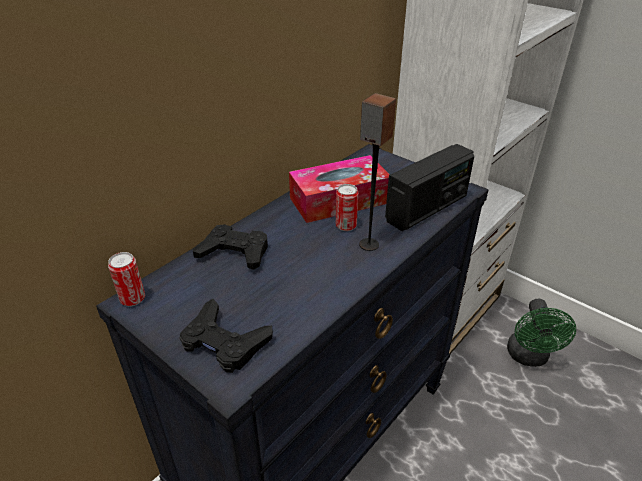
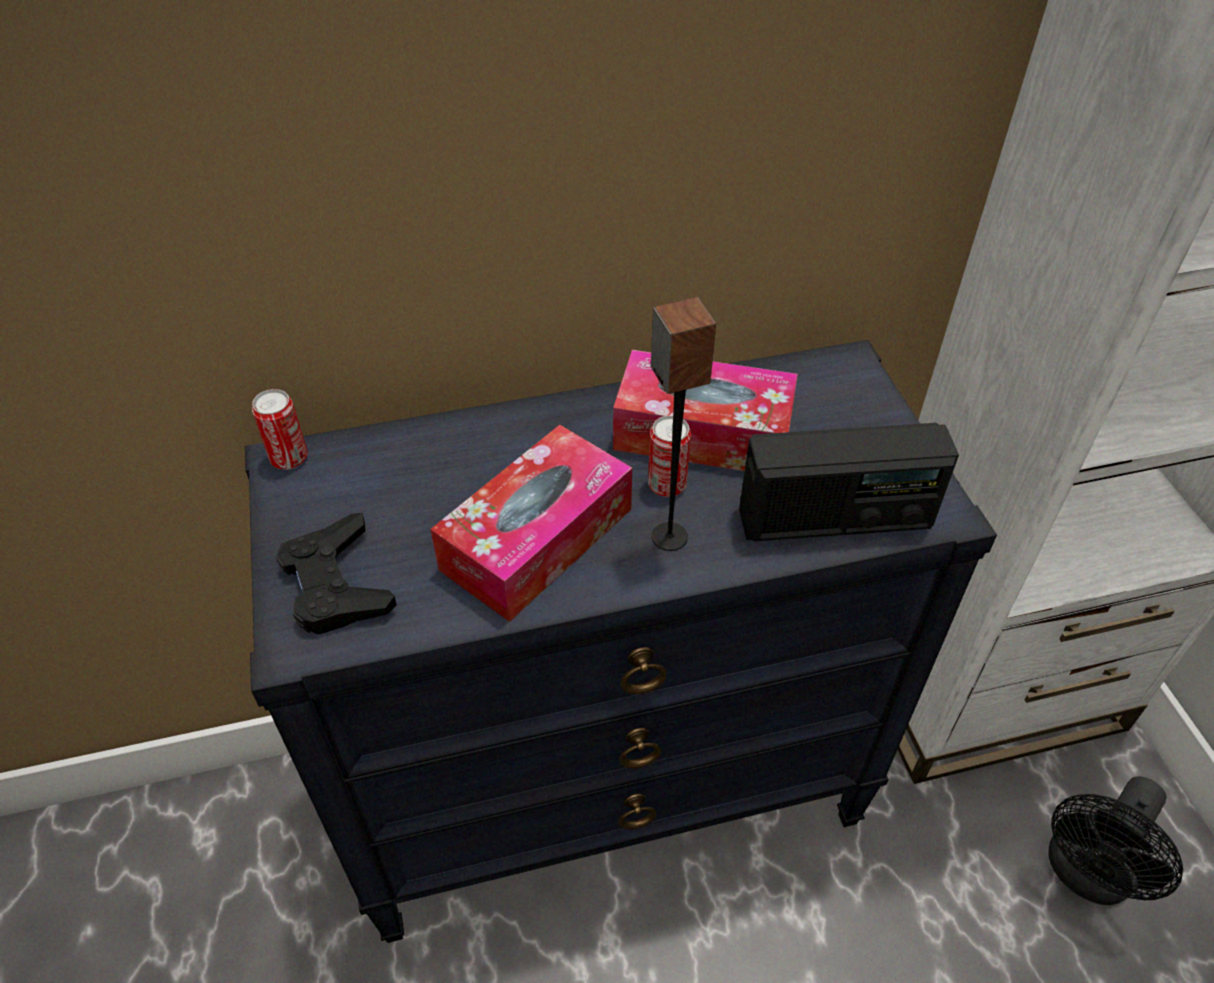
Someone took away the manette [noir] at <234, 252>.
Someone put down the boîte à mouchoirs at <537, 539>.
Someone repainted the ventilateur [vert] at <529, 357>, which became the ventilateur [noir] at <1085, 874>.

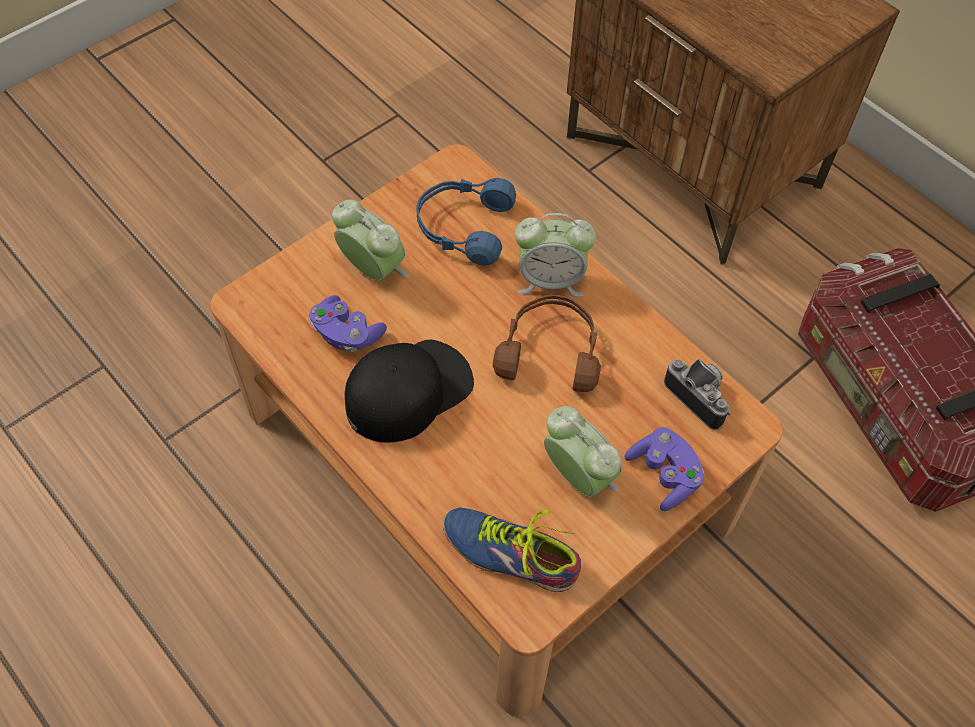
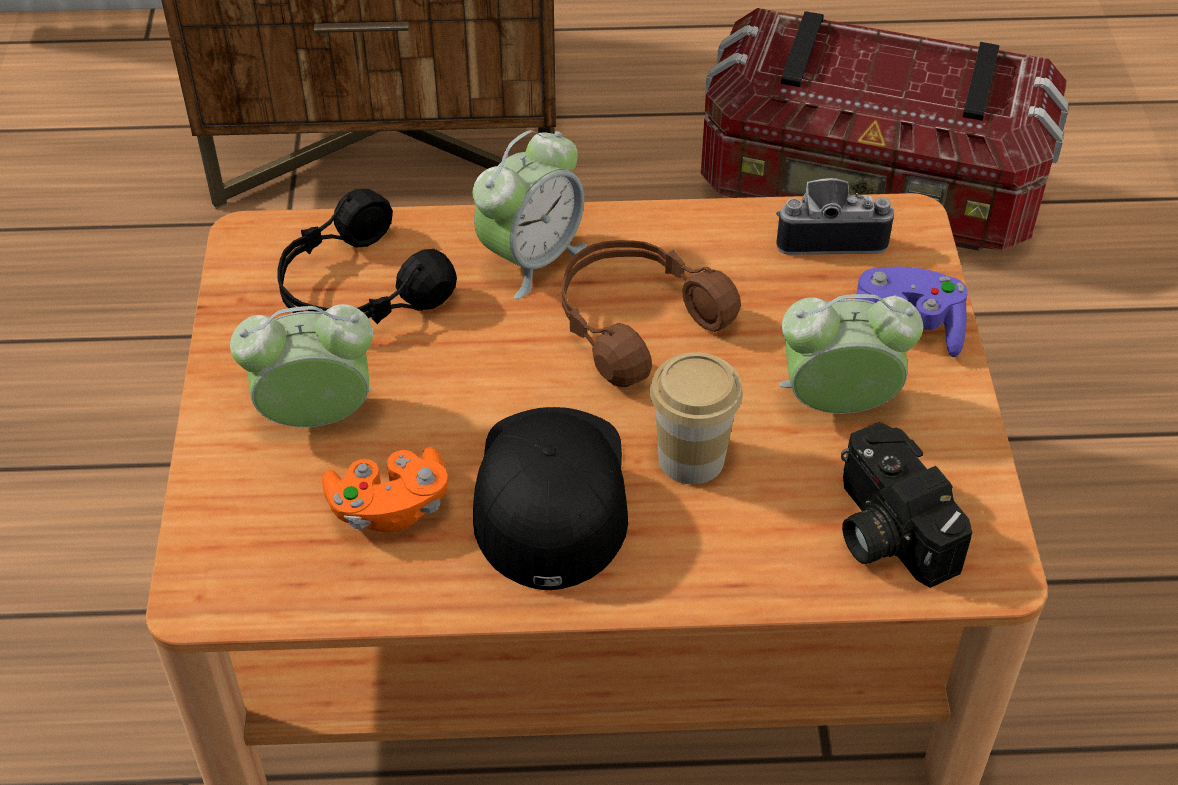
Someone put down the tasse at <691, 458>.
Someone swapped the chaussure at <511, 548> for the appareil photo at <883, 530>.
Someone repainted the manette [violet] at <347, 334>, which became the manette [orange] at <389, 507>.
Someone repainted the casque audio [bleu] at <463, 227>, which became the casque audio [noir] at <357, 289>.

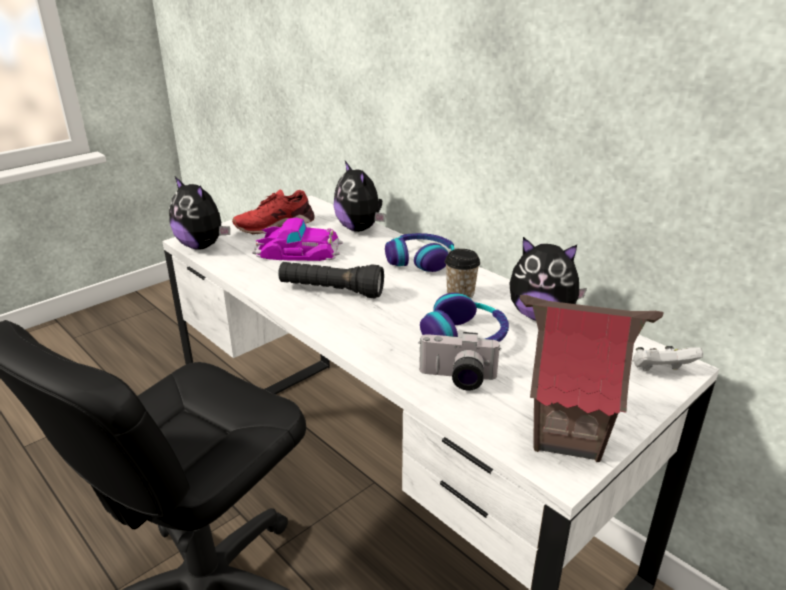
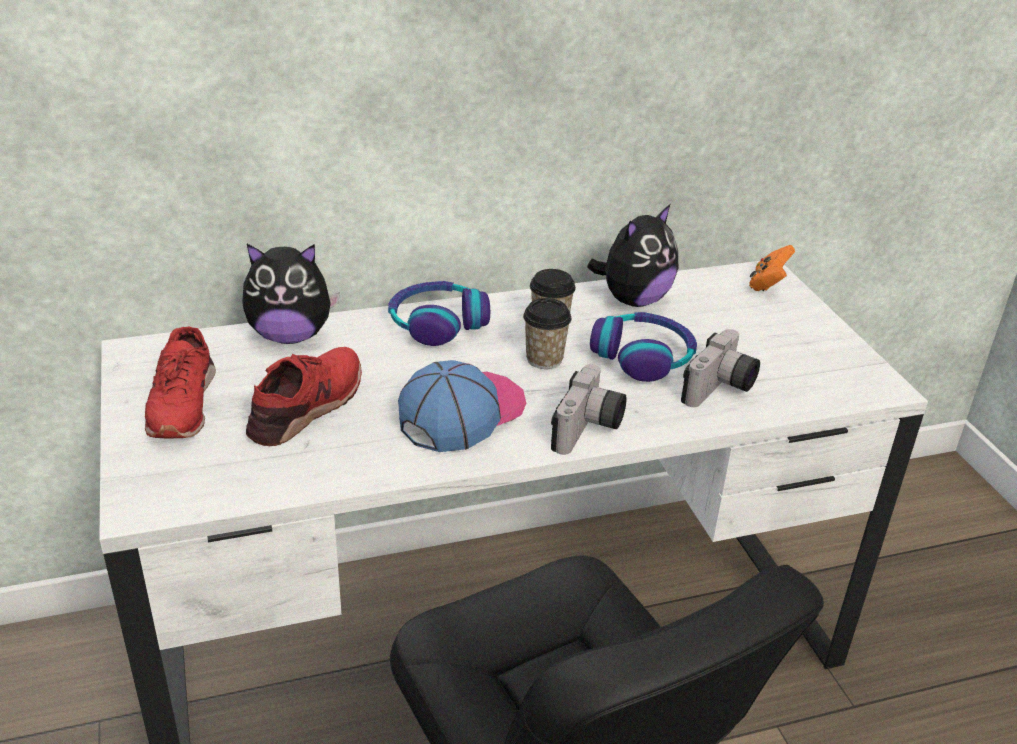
Someone took away the peluche at <202, 246>.
Someone took away the maison miniature at <567, 434>.
Someone put down the tasse at <544, 359>.
Someone put down the appareil photo at <589, 430>.
Someone swapped the petite voiture at <298, 251> for the chaussure [rouge] at <308, 406>.
Someone swapped the lampe de poche [noir] at <331, 291> for the casquette at <461, 413>.
Someone repainted the manette [blanc] at <660, 371>, which became the manette [orange] at <768, 284>.

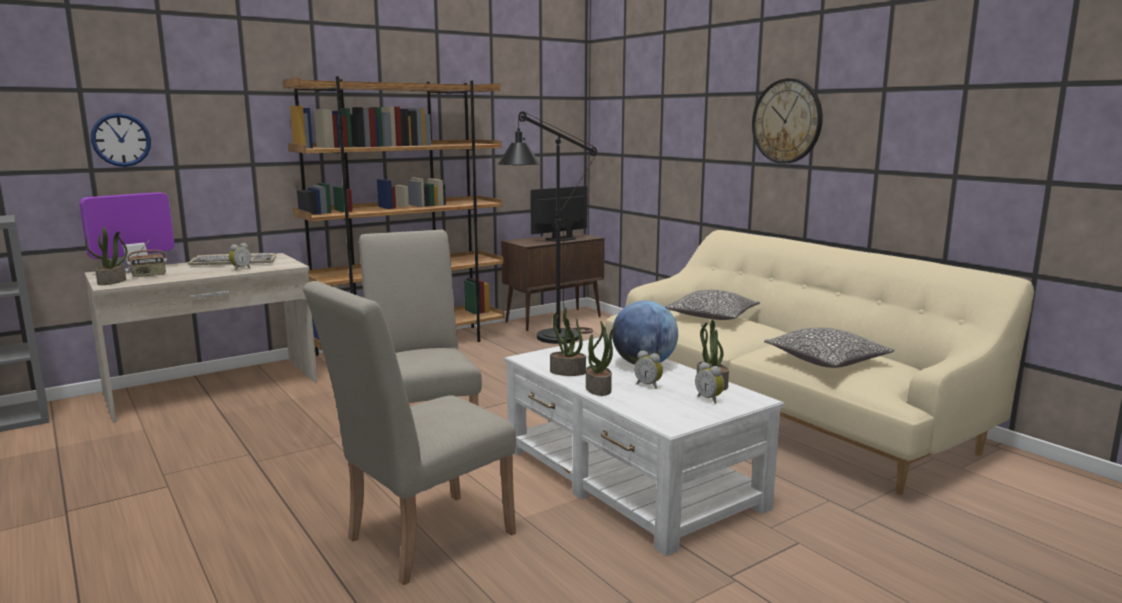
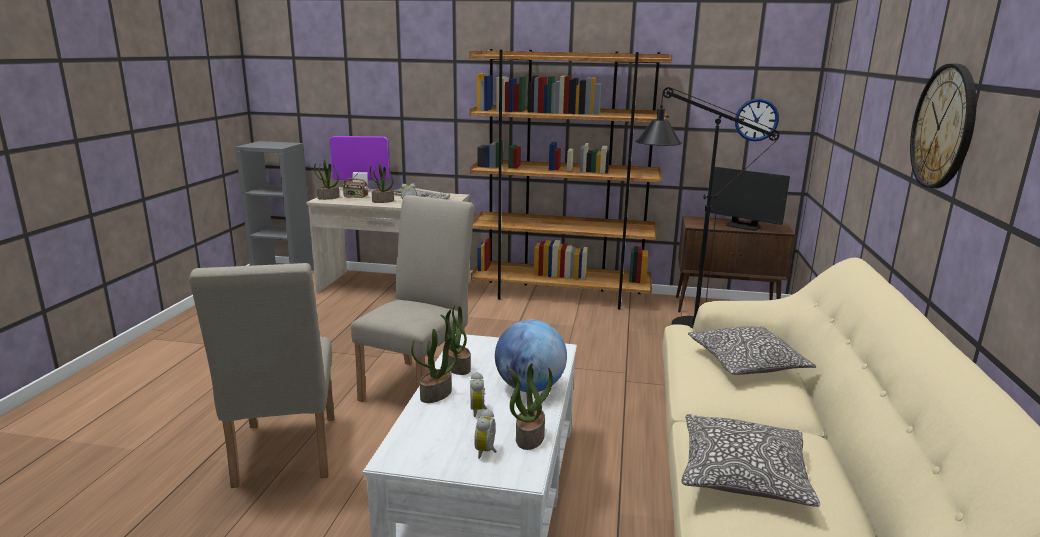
Someone put down the plante en pot at <382, 201>.
Someone carried the horloge murale from <121, 140> to <756, 119>.
Someone rotated the chaise [beige] at <420, 540> by 105 degrees counterclockwise.
Someone rotated the écran d'ordinateur at <561, 239> by 150 degrees counterclockwise.

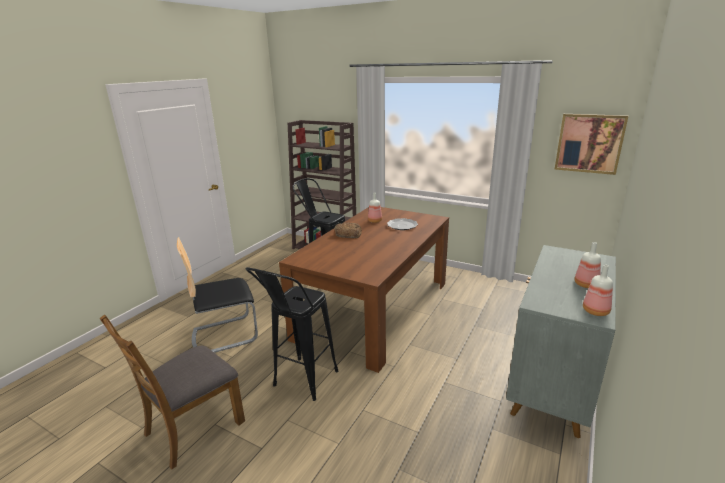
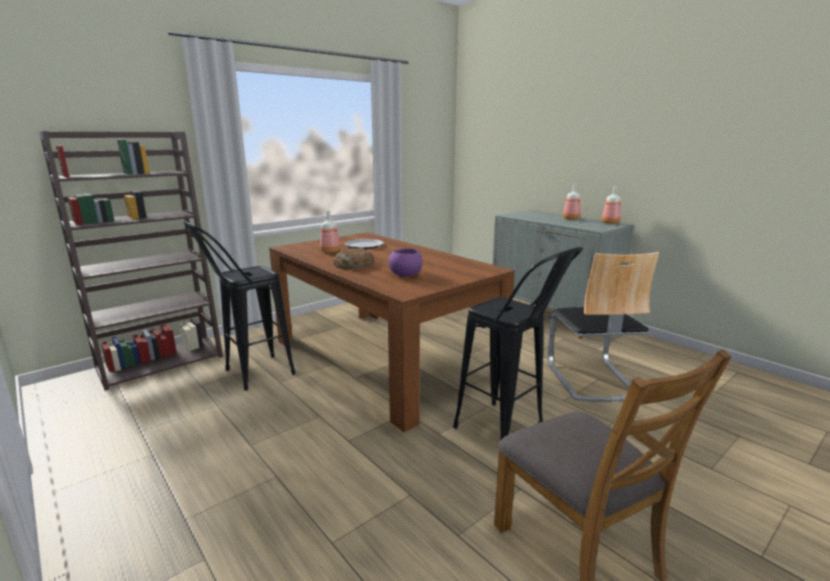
Someone took away the tableau at <589, 143>.
Someone put down the bol [violet] at <406, 275>.
Someone carried the chaise from <224, 334> to <591, 379>.

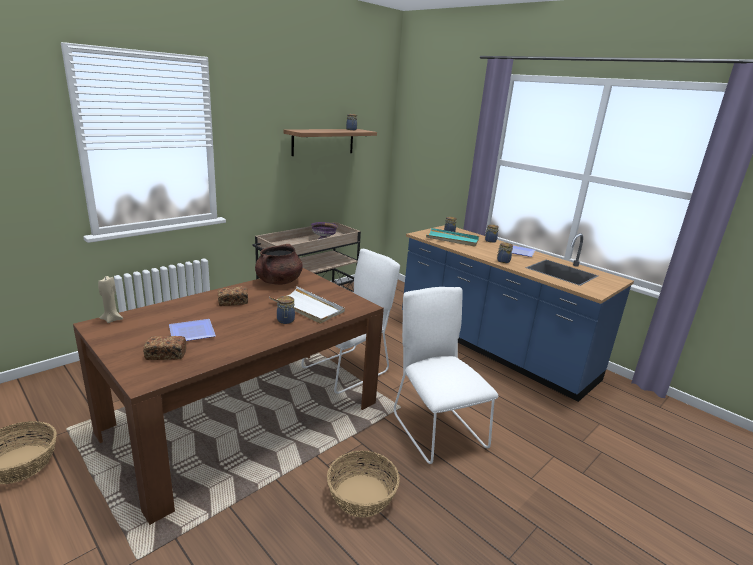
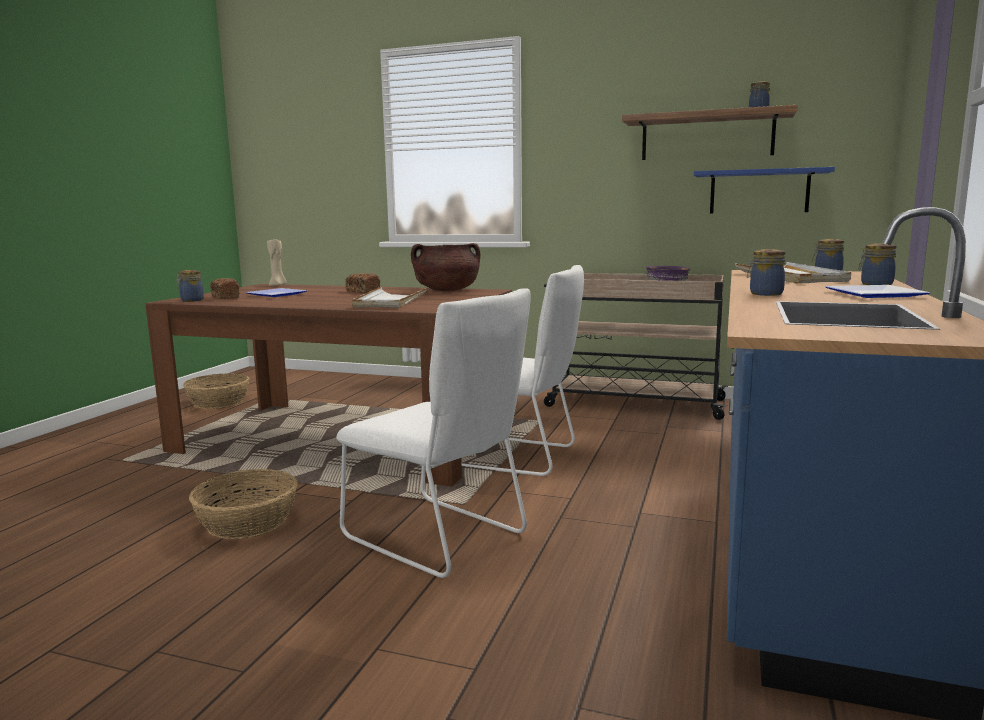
Someone put up the étagère [bleu] at <759, 192>.
Someone carried the bocal from <285, 321> to <191, 300>.
Someone repainted the plateau [turquoise] at <452, 239>, which became the plateau [blanc] at <790, 277>.
Someone rotated the chaise [blanc] at <436, 428> by 90 degrees clockwise.

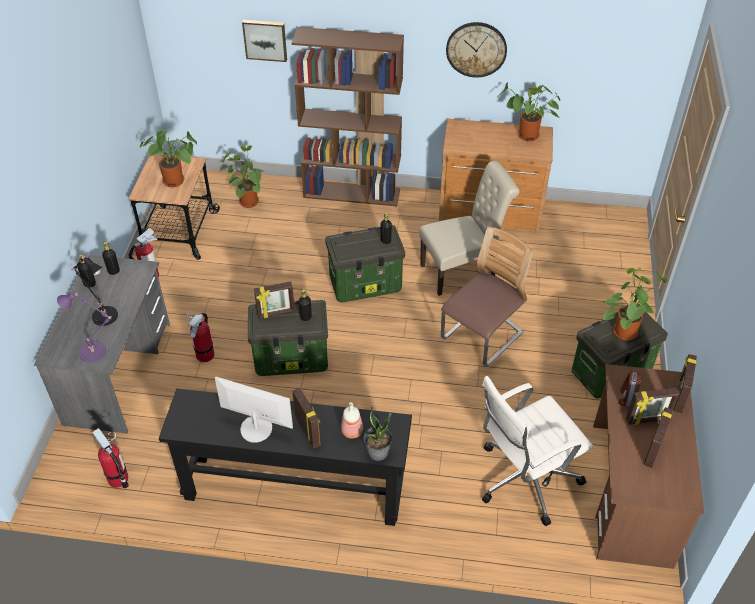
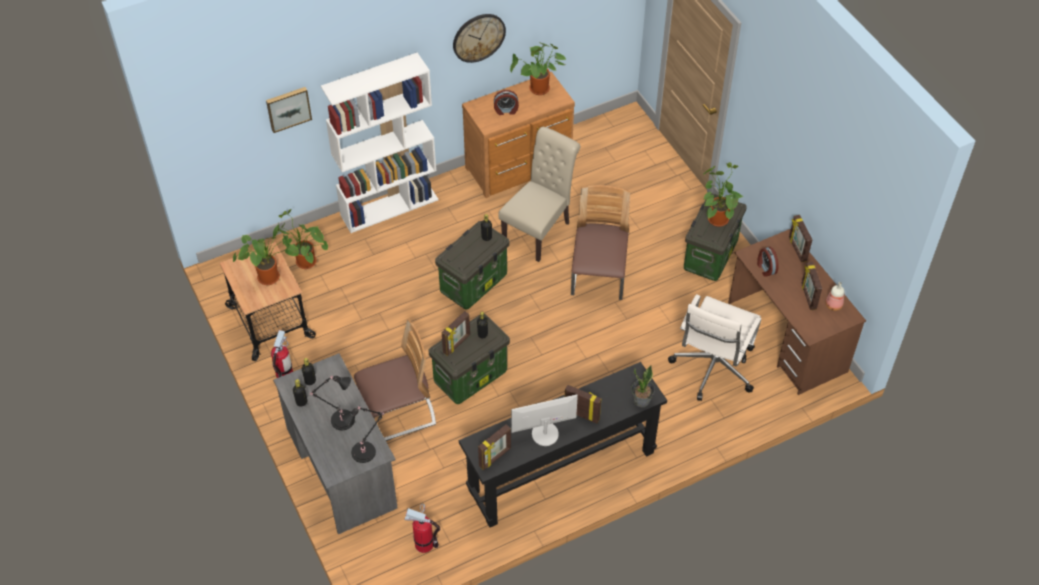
Someone put down the réveil at <506, 110>.
Someone carried the bouteille from <352, 430> to <833, 304>.
Someone carried the cadre photo from <647, 420> to <495, 457>.
Someone swapped the extincteur at <205, 355> for the chaise at <398, 413>.
Someone repainted the lampe de table [violet] at <95, 352>, which became the lampe de table [noir] at <365, 451>.
Someone repainted the bibliothèque [marron] at <352, 193>, which became the bibliothèque [blanc] at <389, 207>.

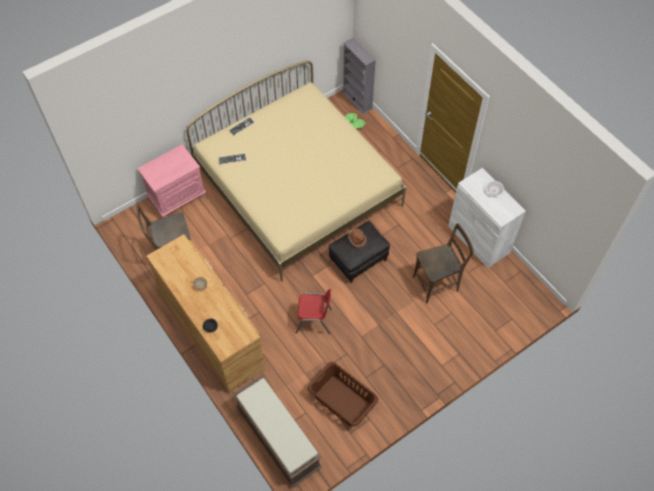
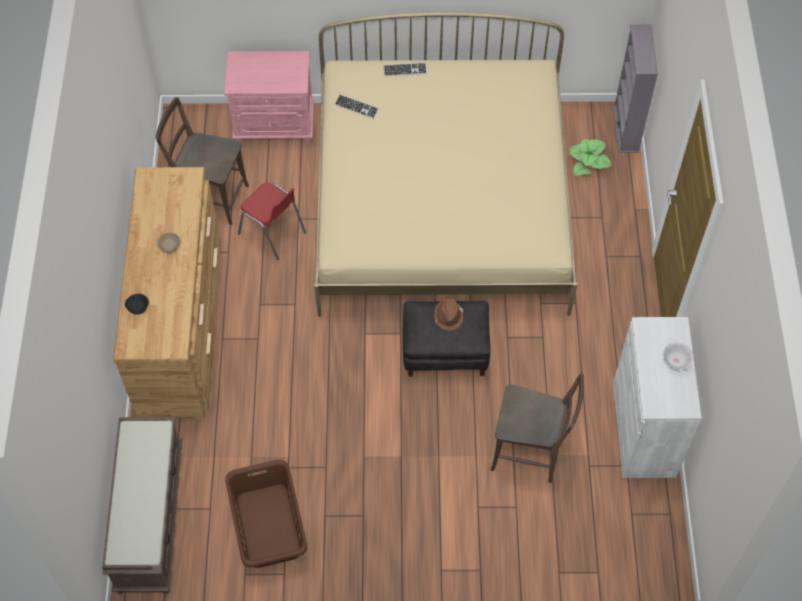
Someone carried the chaise [rouge] from <314, 321> to <272, 233>.

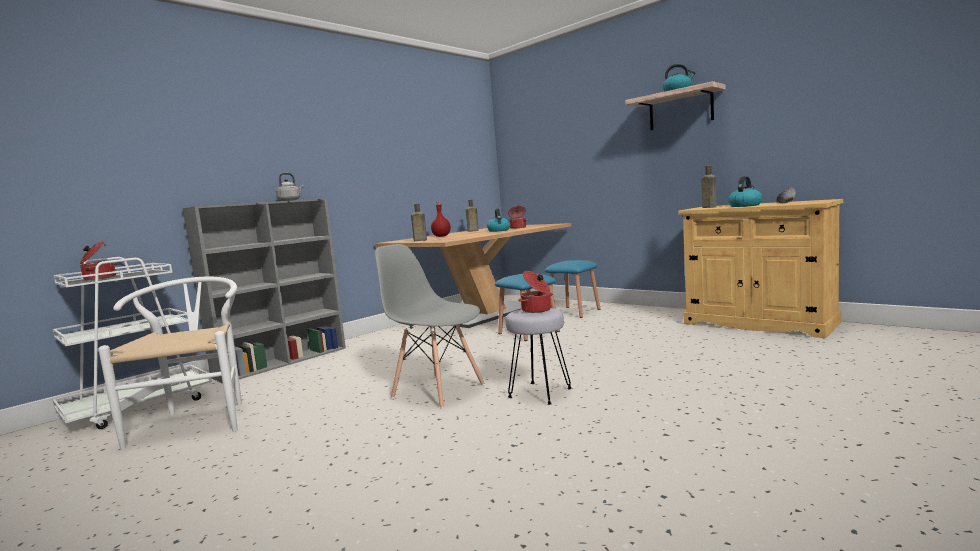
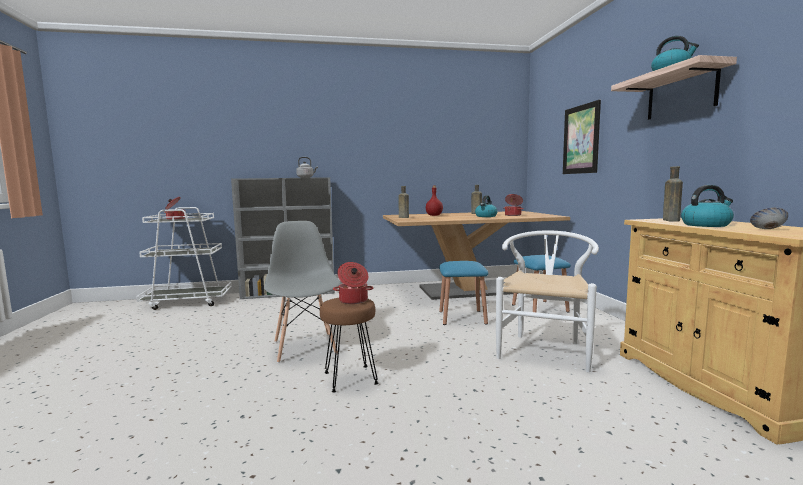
Someone put up the tableau at <581, 139>.
Someone carried the chaise [blanc] from <197, 420> to <544, 349>.
Someone repainted the tabouret [gris] at <539, 393>, which became the tabouret [marron] at <349, 378>.

